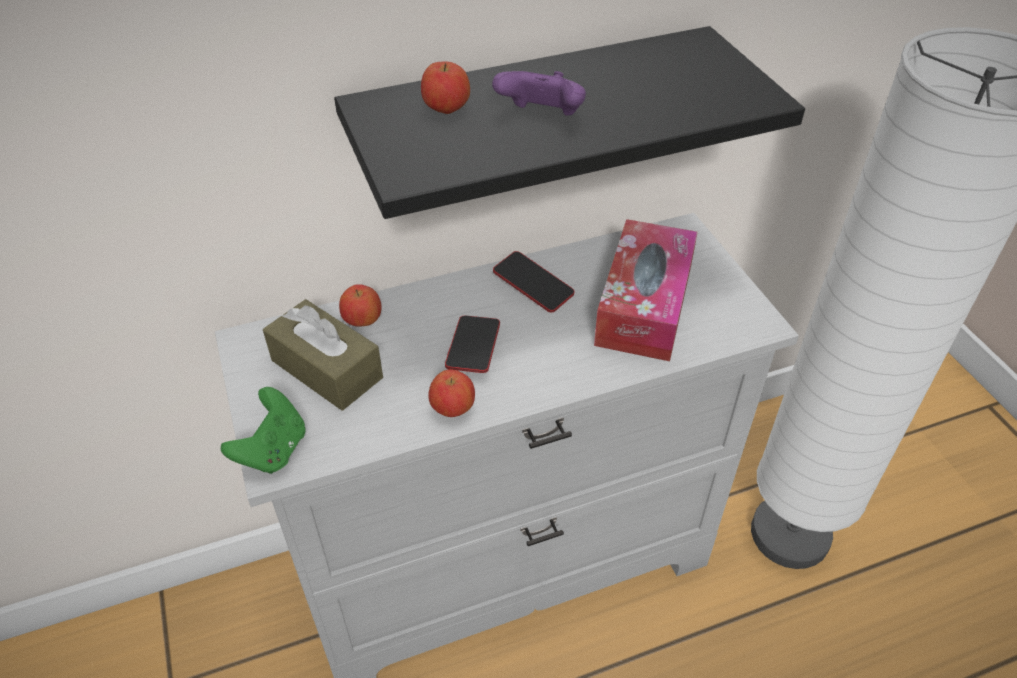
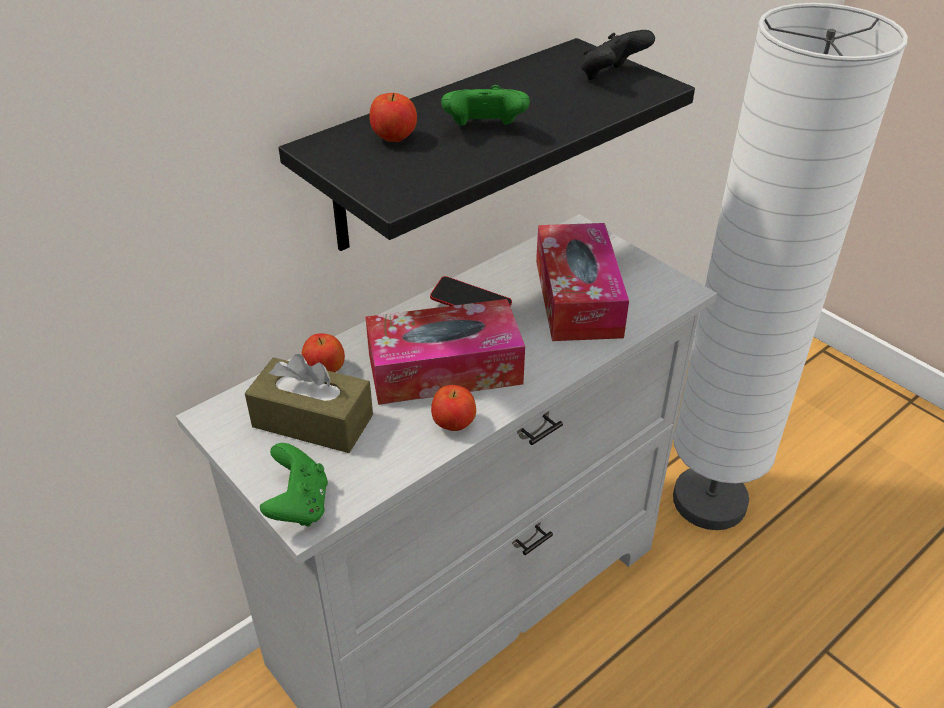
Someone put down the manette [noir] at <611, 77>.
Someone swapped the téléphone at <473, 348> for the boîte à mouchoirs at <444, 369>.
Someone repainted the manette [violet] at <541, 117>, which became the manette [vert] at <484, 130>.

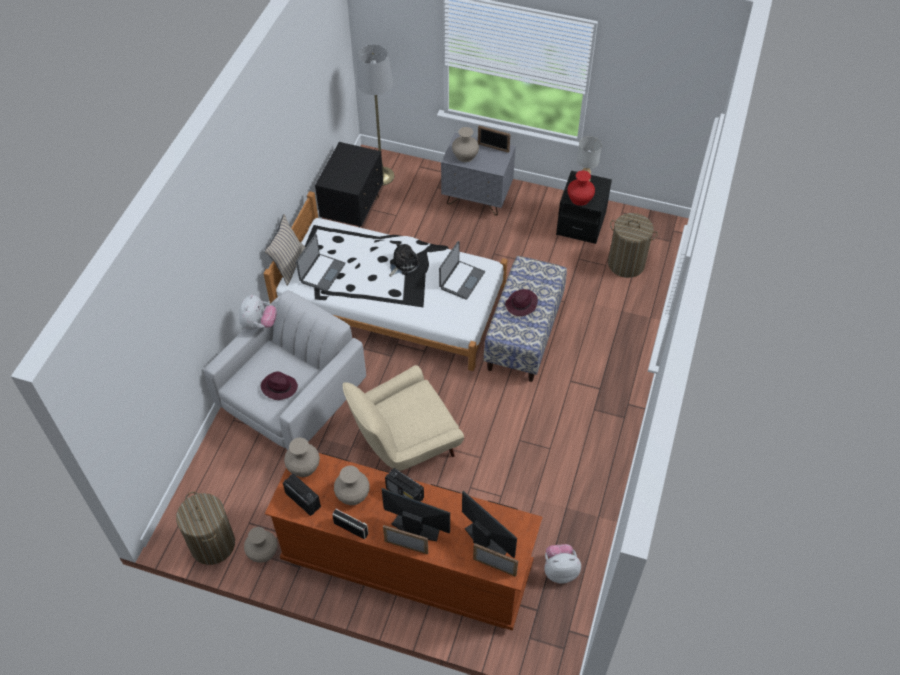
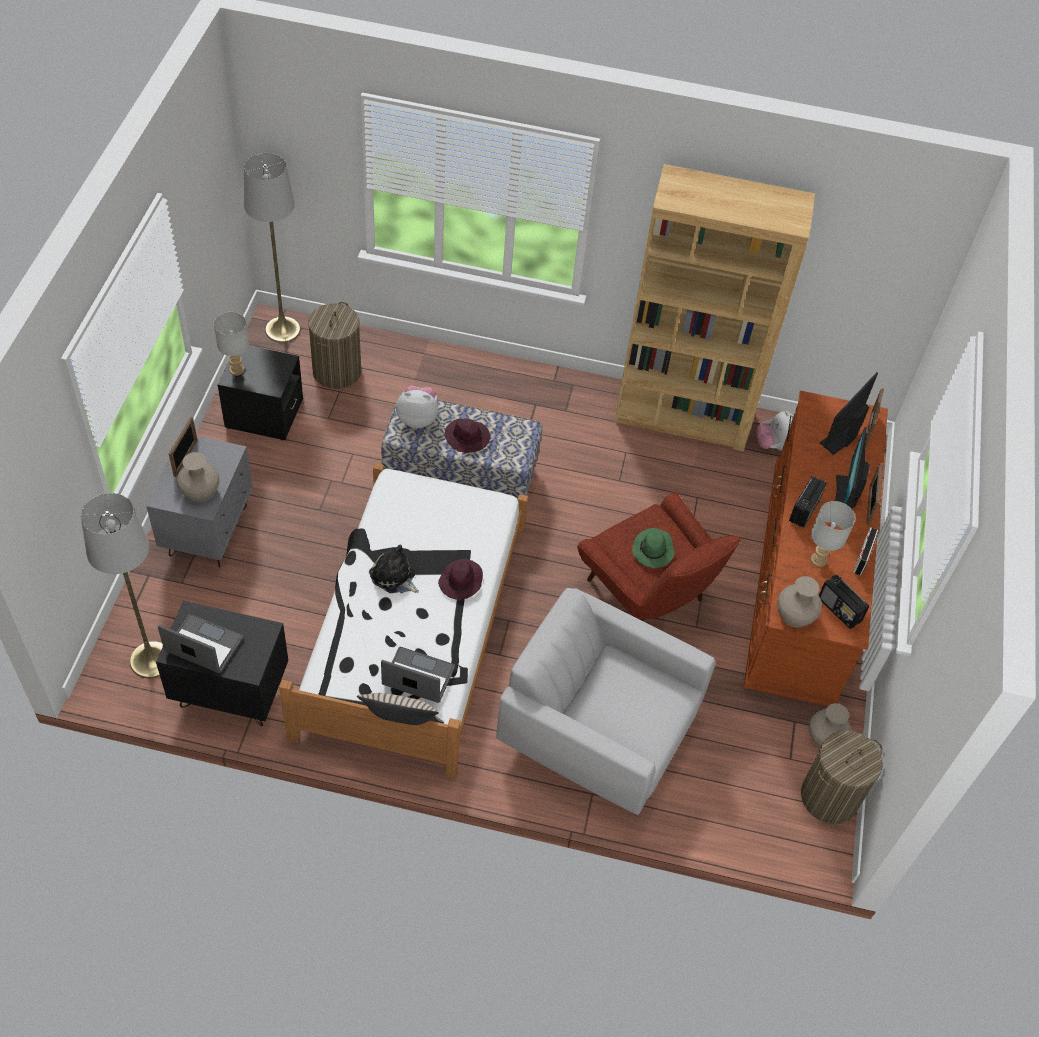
Someone took away the vase [rouge] at <579, 198>.
Someone put down the lampadaire [gris] at <283, 330>.
Someone put down the bibliothèque [marron] at <683, 416>.
Someone put down the chapeau [vert] at <653, 550>.
Someone carried the peluche from <259, 324> to <417, 418>.
Someone carried the chapeau [violet] from <279, 387> to <461, 582>.
Someone carried the ordinateur portable from <461, 280> to <203, 646>.
Someone swapped the vase [beige] at <352, 494> for the lampe de table [gris] at <819, 560>.
Someone repainted the fauteuil [beige] at <404, 447>, which became the fauteuil [rouge] at <649, 595>.
Someone rotated the radio at <302, 500> by 75 degrees counterclockwise.

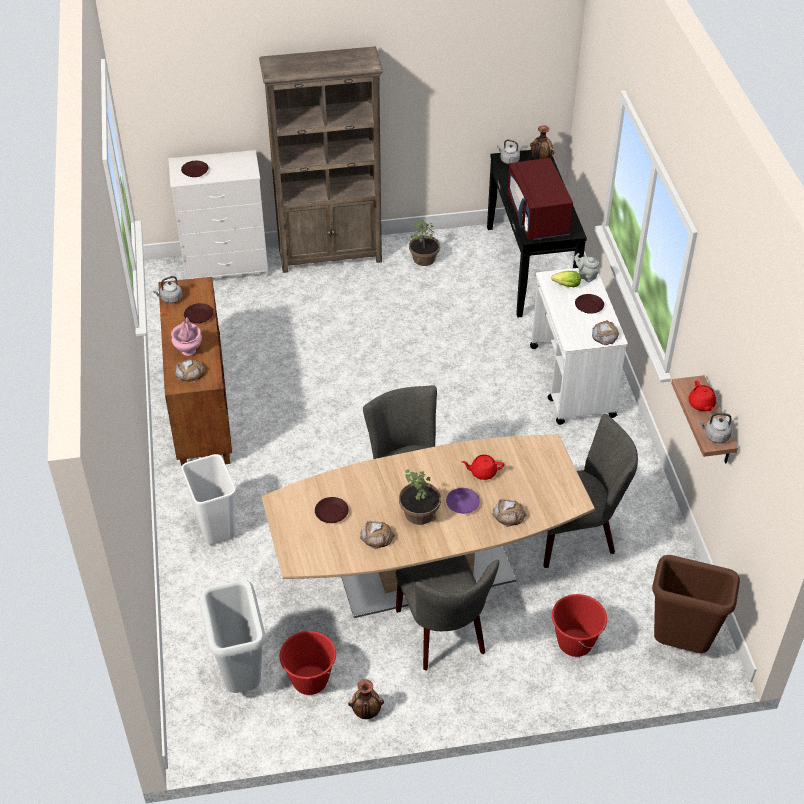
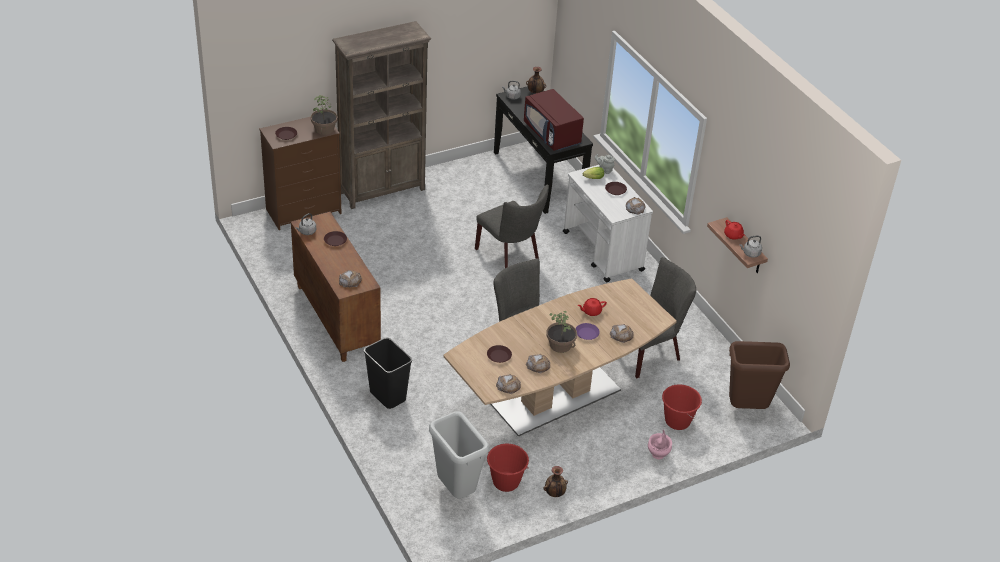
Someone put down the pain at <508, 386>.
Someone carried the vase [rose] from <188, 350> to <658, 455>.
Someone carried the chaise [gris] from <444, 635> to <510, 256>.
Someone carried the plante en pot from <424, 259> to <324, 129>.
Someone repainted the commode [blanc] at <226, 266>, which became the commode [marron] at <304, 211>.
Someone repainted the poubelle [blanc] at <215, 526>, which became the poubelle [noir] at <387, 396>.

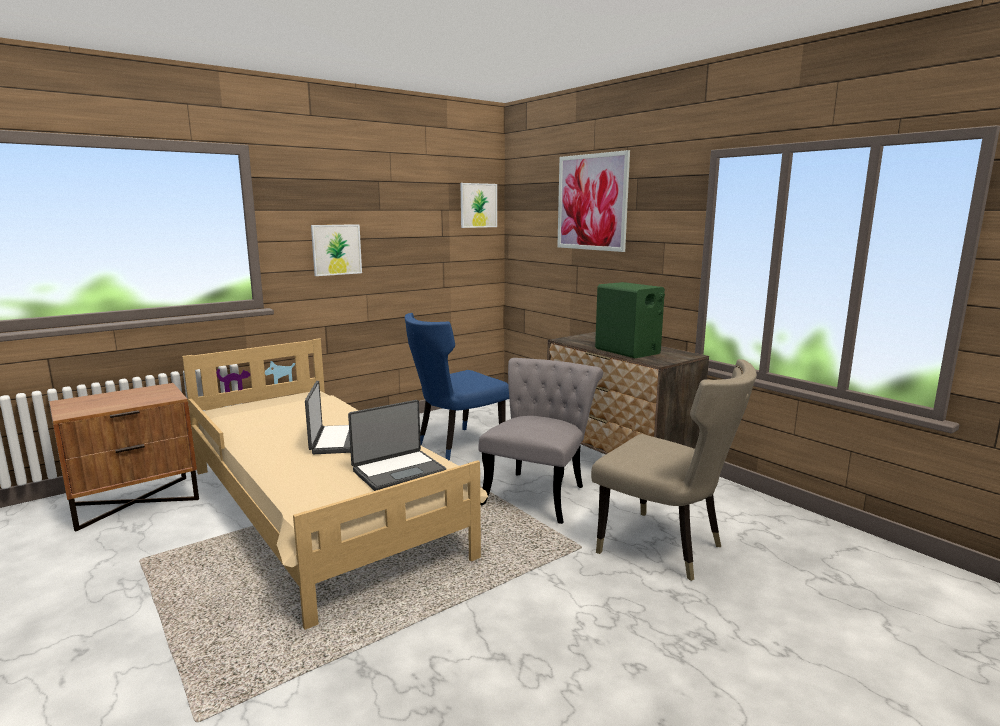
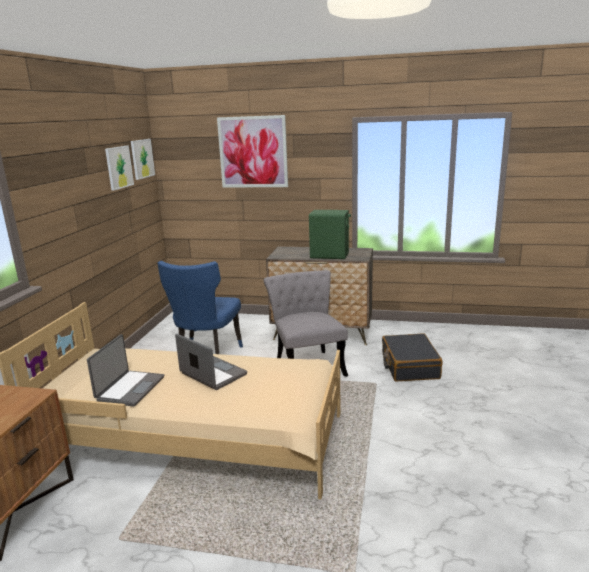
Someone carried the tableau from <336, 249> to <119, 167>.
Someone carried the ordinateur portable from <398, 471> to <129, 389>.
Someone swapped the chaise [beige] at <665, 548> for the valise [noir] at <409, 366>.

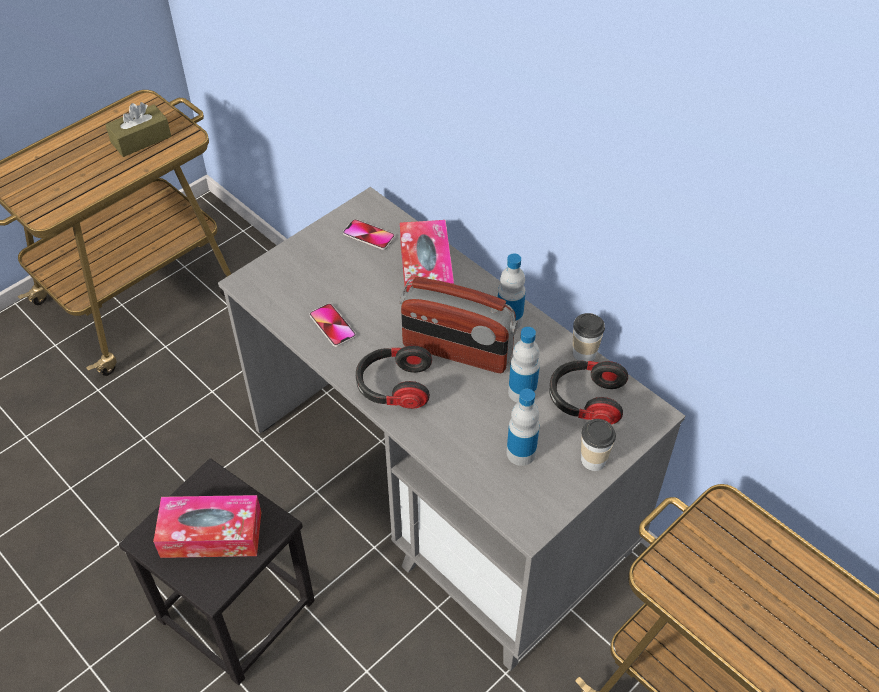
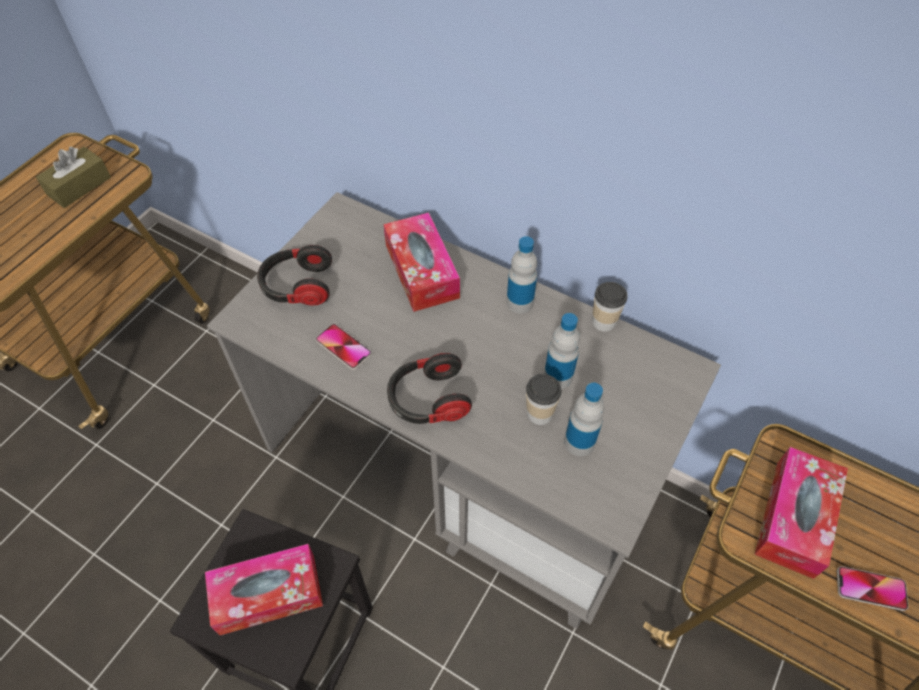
Someone took away the radio at <457, 351>.
Someone put down the boîte à mouchoirs at <794, 518>.
Someone carried the téléphone from <369, 235> to <870, 589>.
Someone carried the casque audio from <585, 400> to <297, 286>.
Someone carried the tasse from <593, 460> to <539, 413>.

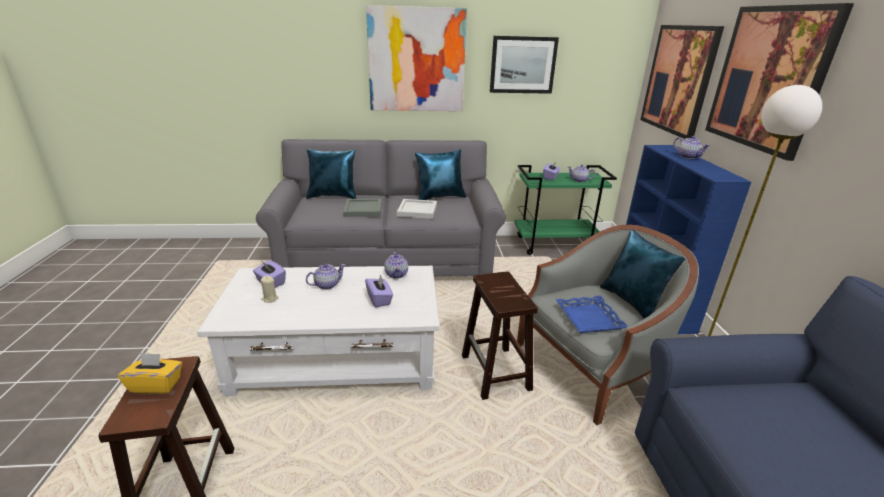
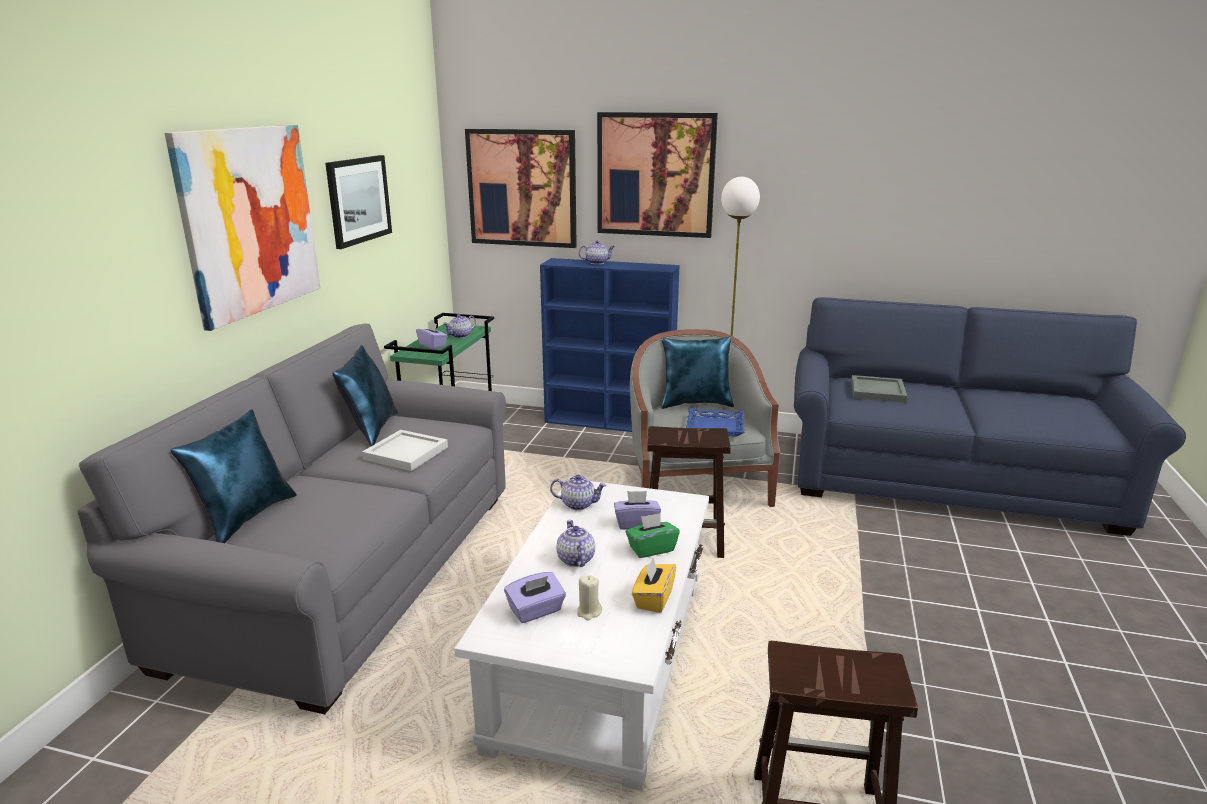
Someone put down the boîte à mouchoirs [vert] at <651, 549>.
Someone carried the boîte à mouchoirs [jaune] from <156, 385> to <653, 599>.
Someone carried the plateau [gris] from <362, 209> to <876, 392>.

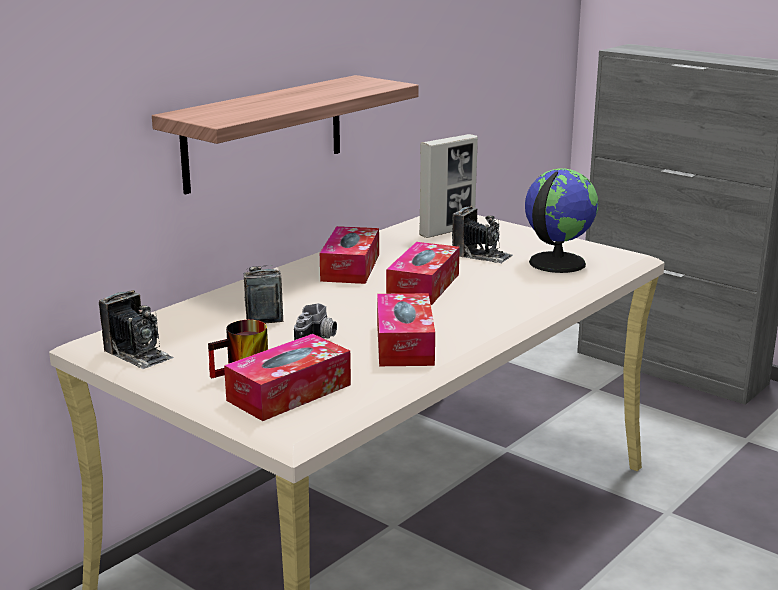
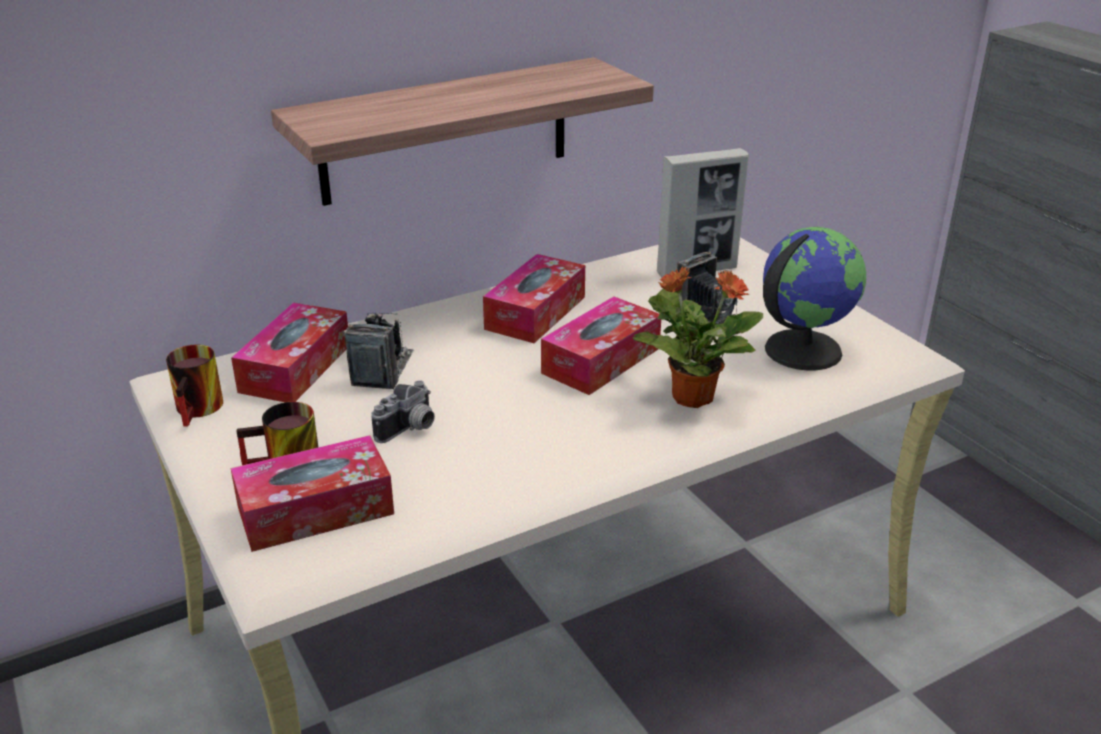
Someone put down the plante en pot at <691, 396>.
Someone carried the boîte à mouchoirs from <404, 344> to <295, 368>.
Someone swapped the appareil photo at <138, 354> for the mug at <201, 409>.

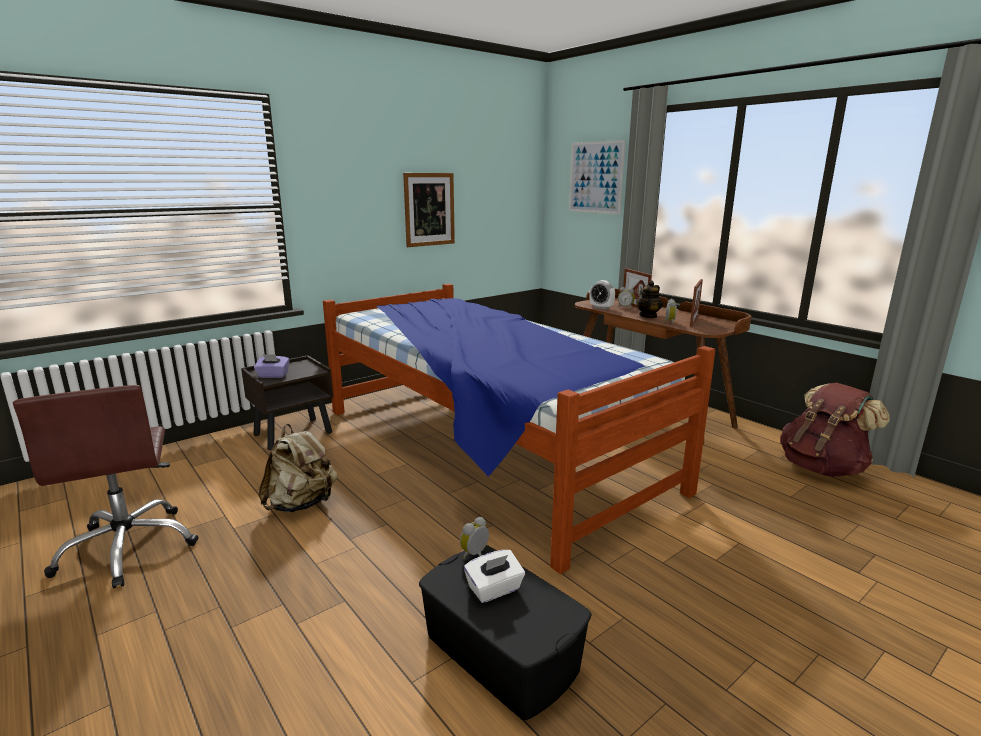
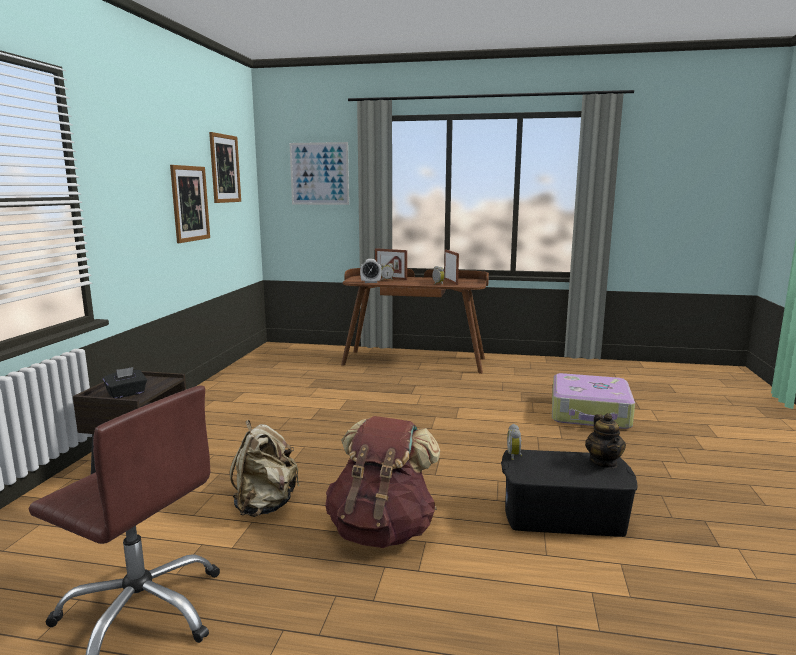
Someone took away the lit at <486, 448>.
Someone took away the boîte à mouchoirs [blanc] at <494, 589>.
Someone put up the tableau at <225, 168>.
Someone put down the valise at <590, 413>.
Someone carried the théière from <648, 316> to <603, 462>.
Someone carried the sac à dos [marron] from <822, 468> to <382, 530>.
Someone repainted the boîte à mouchoirs [violet] at <273, 375>, which became the boîte à mouchoirs [noir] at <127, 394>.

